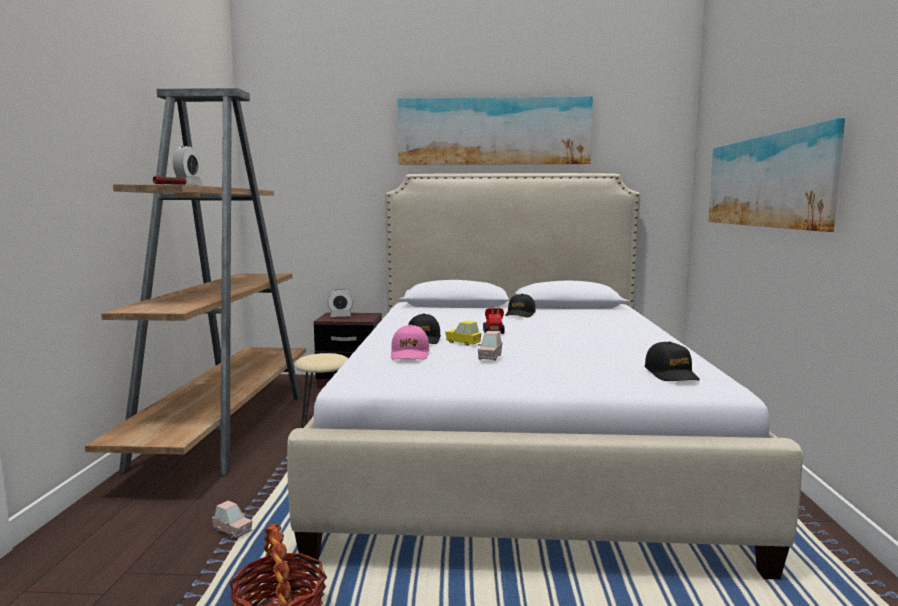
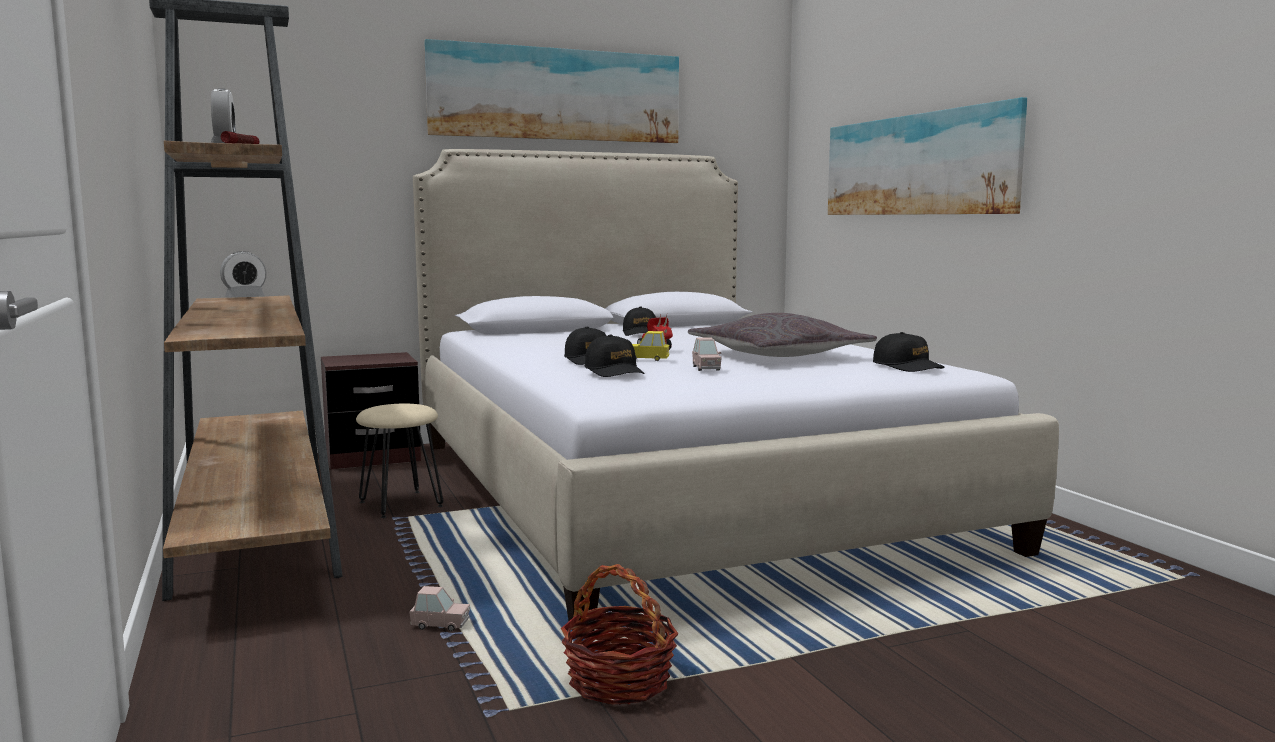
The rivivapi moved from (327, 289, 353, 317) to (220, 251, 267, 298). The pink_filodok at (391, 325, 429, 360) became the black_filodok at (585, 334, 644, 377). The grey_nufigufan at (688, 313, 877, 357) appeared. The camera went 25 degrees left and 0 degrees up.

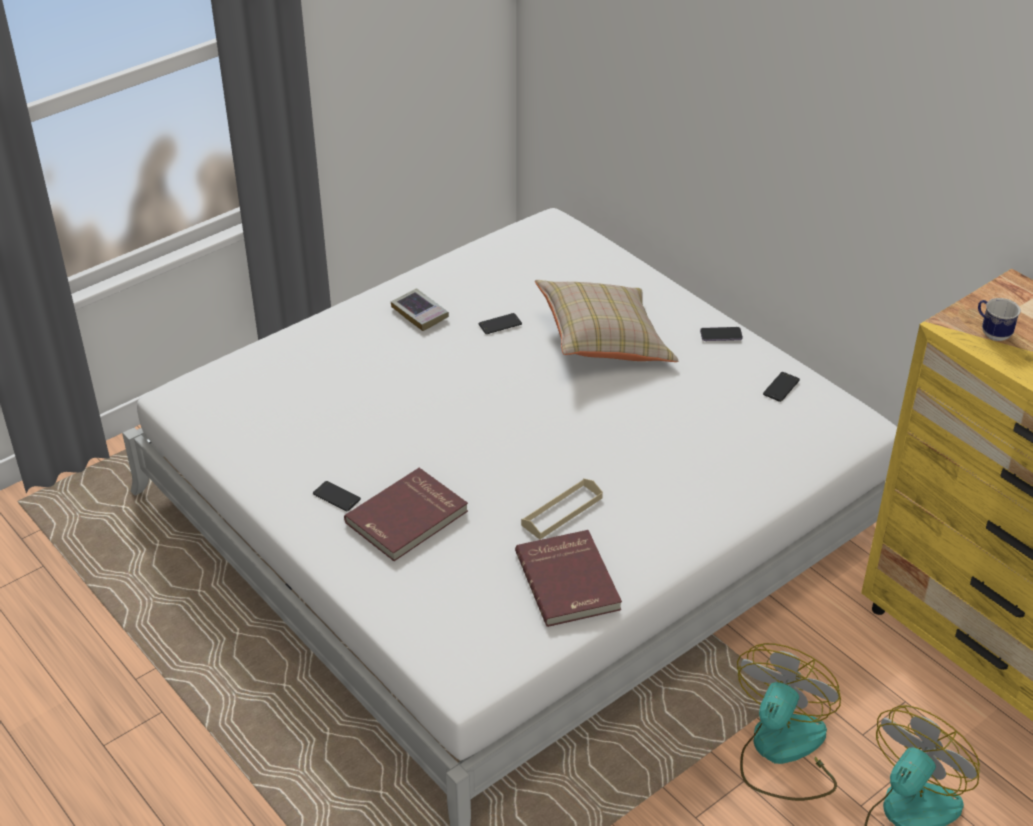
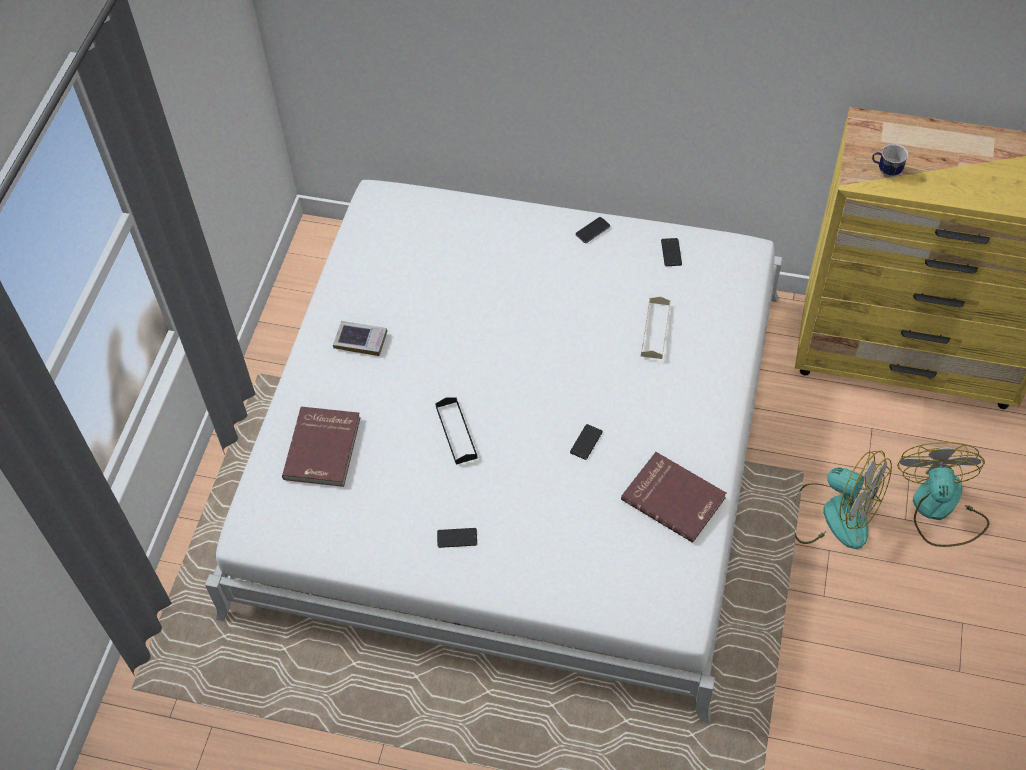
The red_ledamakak moved from (344, 468, 468, 561) to (282, 407, 360, 487). The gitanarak moved from (479, 313, 522, 334) to (570, 424, 603, 460). The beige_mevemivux moved from (521, 478, 603, 540) to (641, 296, 670, 359). The beige_nufigufan at (535, 280, 678, 362) disappeared. The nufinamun at (737, 643, 841, 801) turned 135 degrees clockwise. The black_mevemivux at (435, 397, 477, 464) appeared. The camera went 35 degrees left and 15 degrees up.

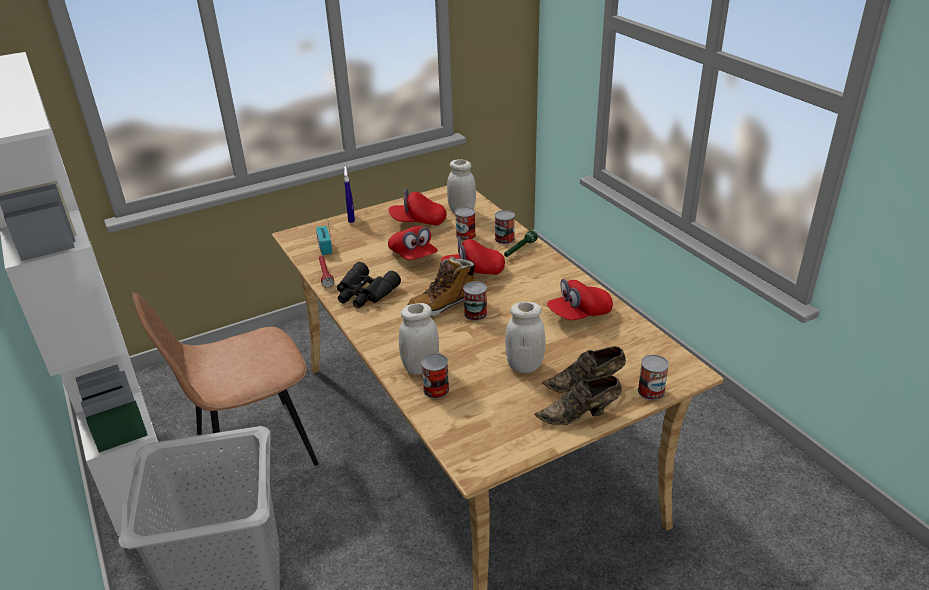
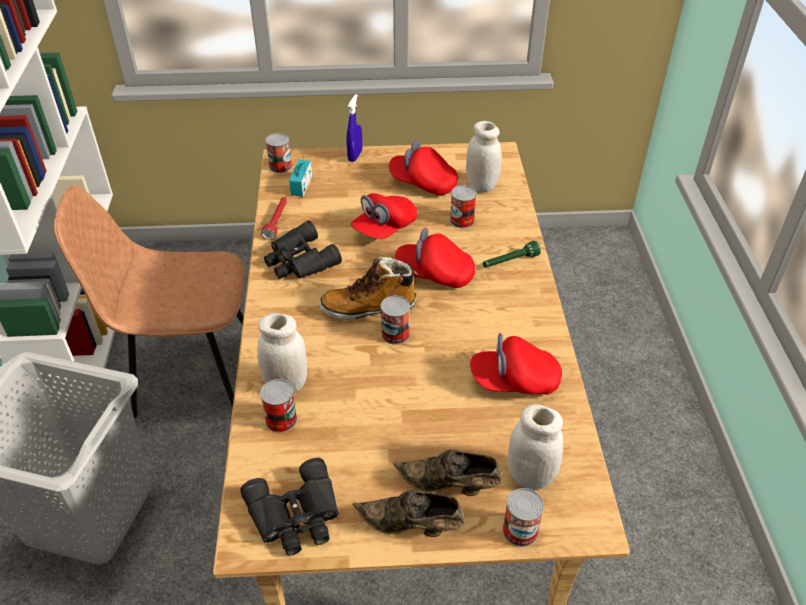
The red_filodok at (388, 226, 438, 260) turned 45 degrees clockwise. The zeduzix moved from (495, 210, 515, 244) to (266, 133, 292, 173). The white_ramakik moved from (505, 302, 545, 373) to (508, 404, 563, 490). The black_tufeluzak at (240, 458, 339, 556) appeared. The camera went 25 degrees right and 10 degrees up.

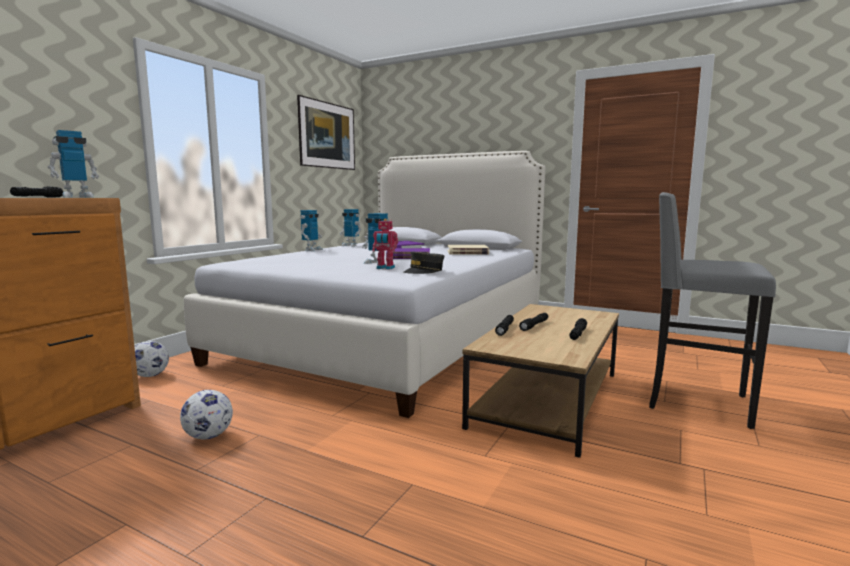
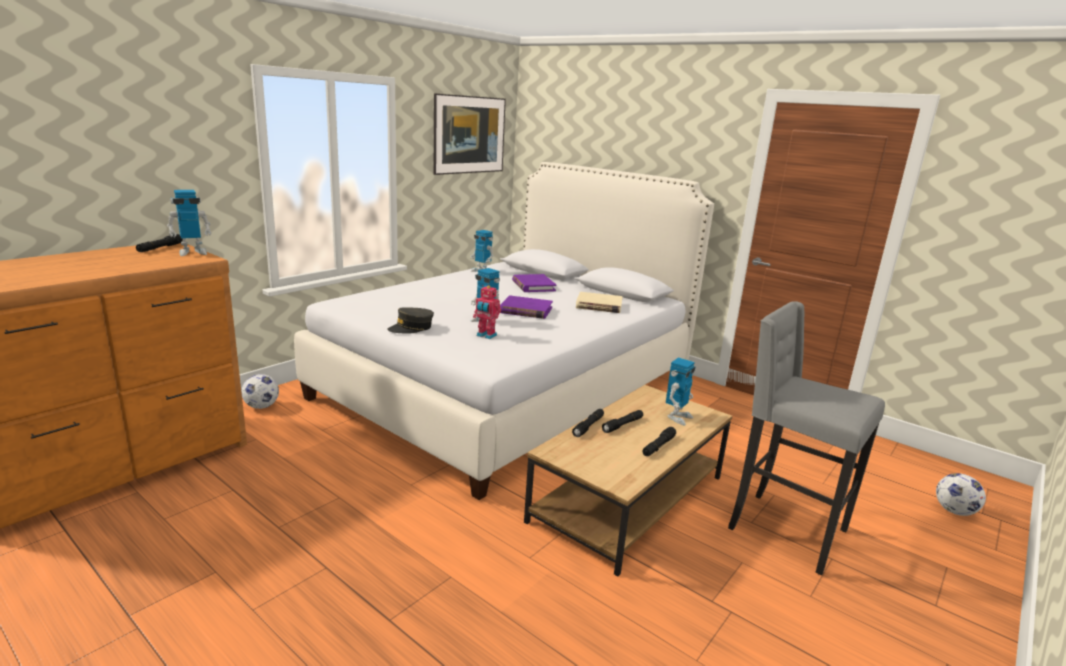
The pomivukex moved from (180, 390, 233, 440) to (936, 473, 986, 516). The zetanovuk moved from (300, 210, 323, 251) to (666, 358, 695, 426). The grey_filodok moved from (404, 252, 444, 274) to (387, 307, 434, 333). The camera went 10 degrees right and 10 degrees up.

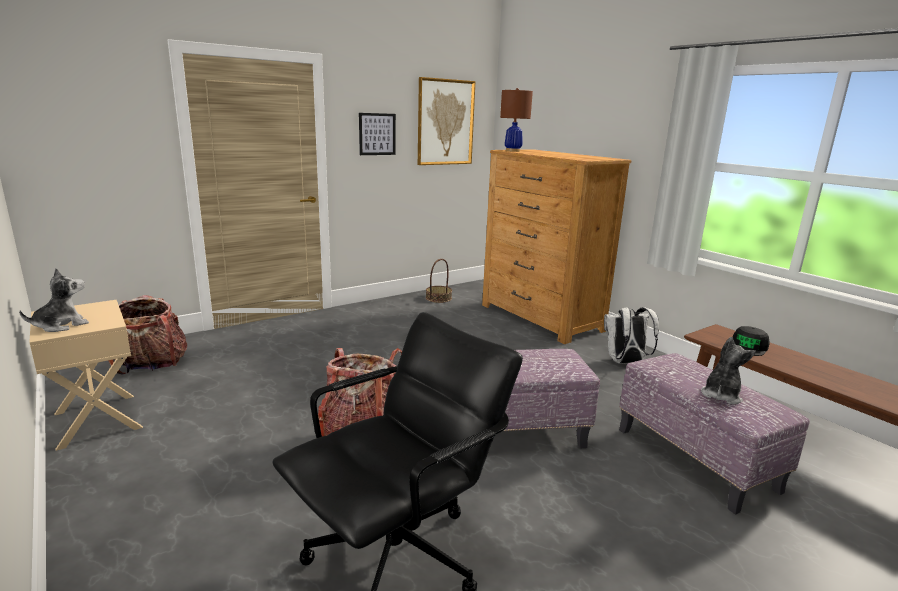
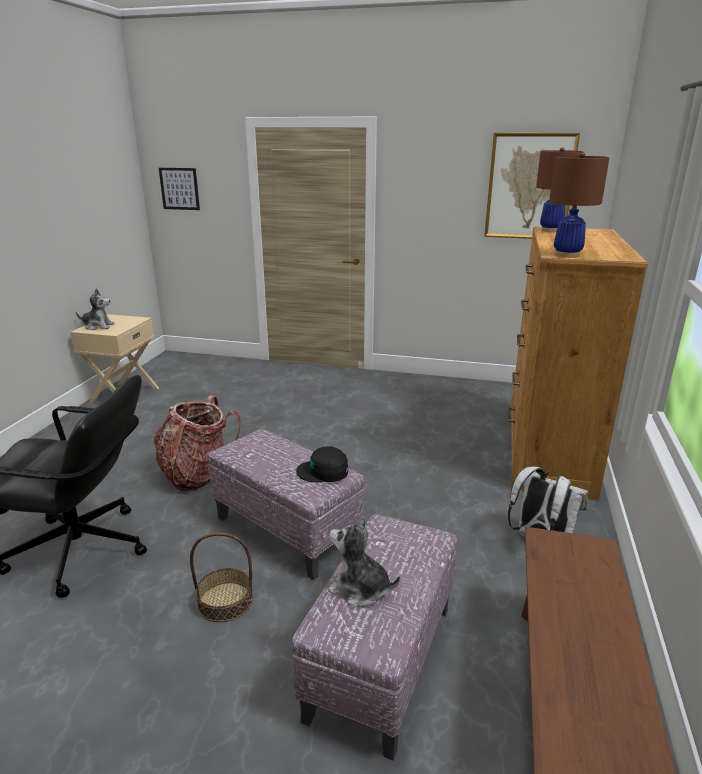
The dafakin at (108, 295, 187, 375) disappeared. The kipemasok moved from (359, 113, 396, 155) to (159, 168, 200, 210). The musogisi moved from (426, 259, 452, 303) to (190, 532, 253, 622). The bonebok at (701, 337, 756, 404) turned 150 degrees counterclockwise. The black_filodok moved from (733, 326, 770, 356) to (296, 446, 348, 482). The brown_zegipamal at (549, 152, 609, 258) appeared. The camera went 50 degrees right and 5 degrees up.

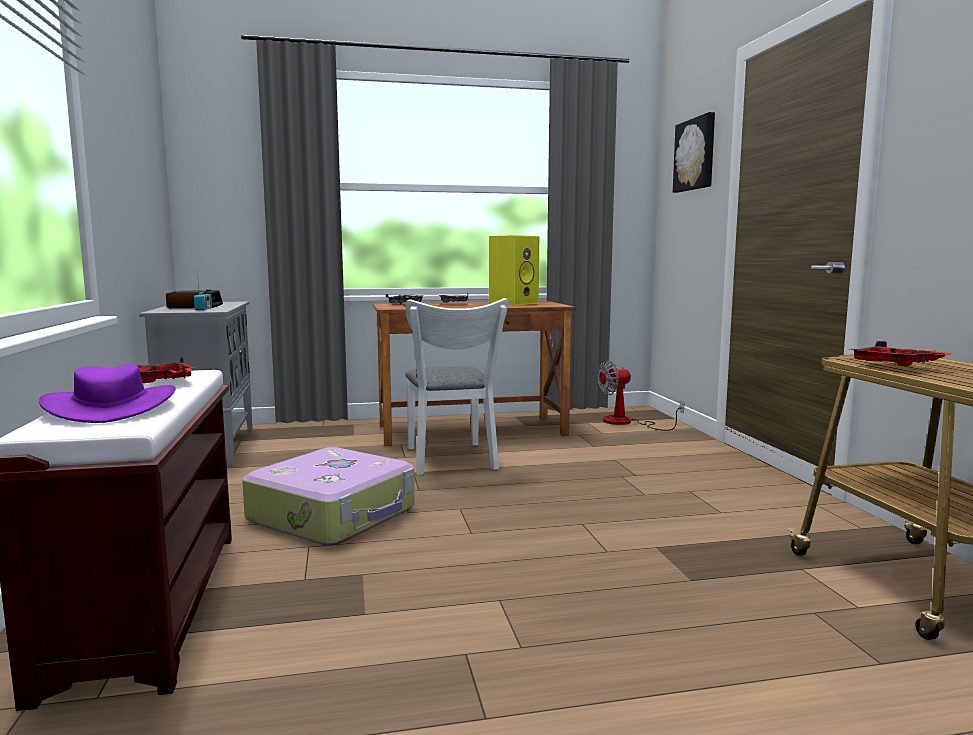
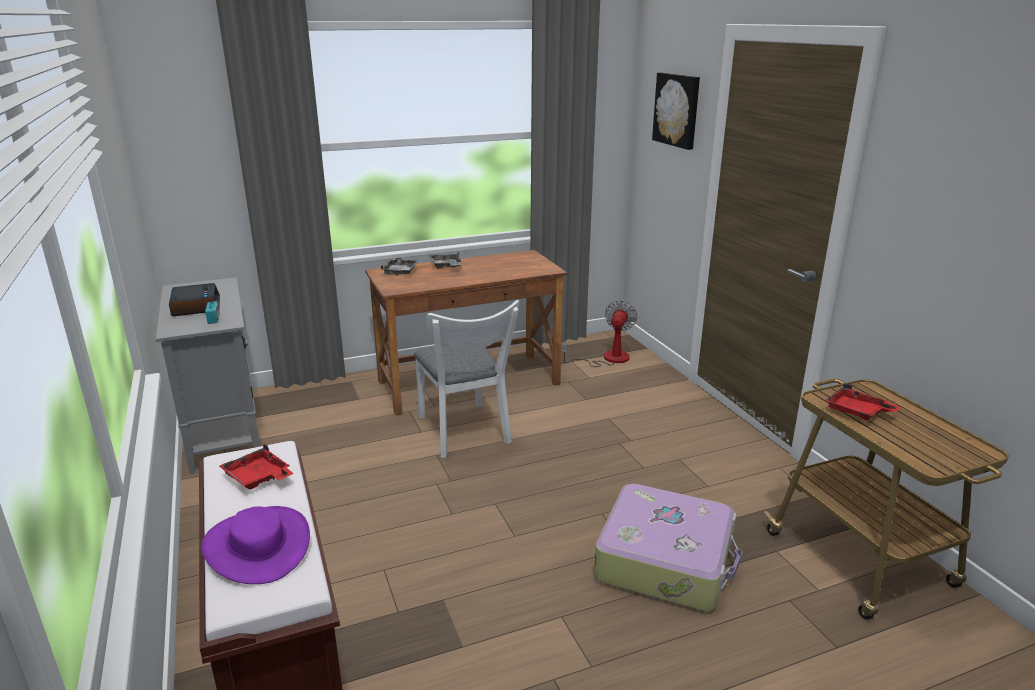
The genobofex moved from (242, 447, 415, 546) to (594, 484, 742, 611). The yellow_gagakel at (489, 235, 539, 305) disappeared. The nufinamun at (598, 360, 684, 431) turned 135 degrees clockwise. The camera went 10 degrees left and 15 degrees up.

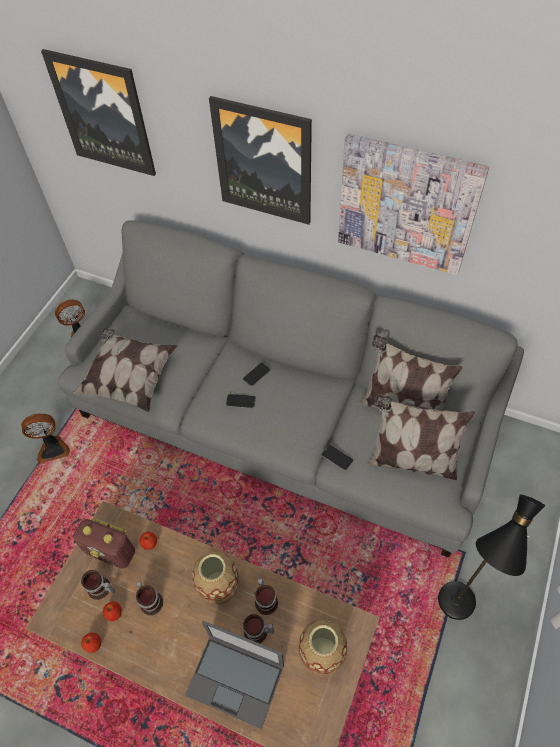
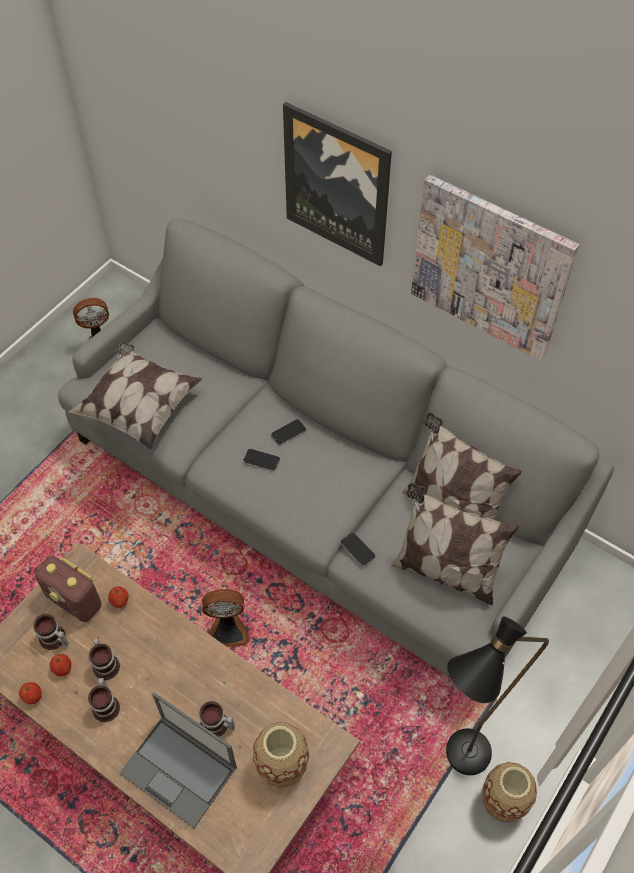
The nufinamun moved from (21, 414, 70, 463) to (202, 589, 249, 647). The kipemasok at (41, 49, 156, 176) disappeared. The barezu moved from (192, 551, 239, 605) to (482, 762, 537, 822). The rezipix moved from (255, 578, 278, 615) to (88, 678, 120, 722). The camera went 10 degrees right and 0 degrees up.

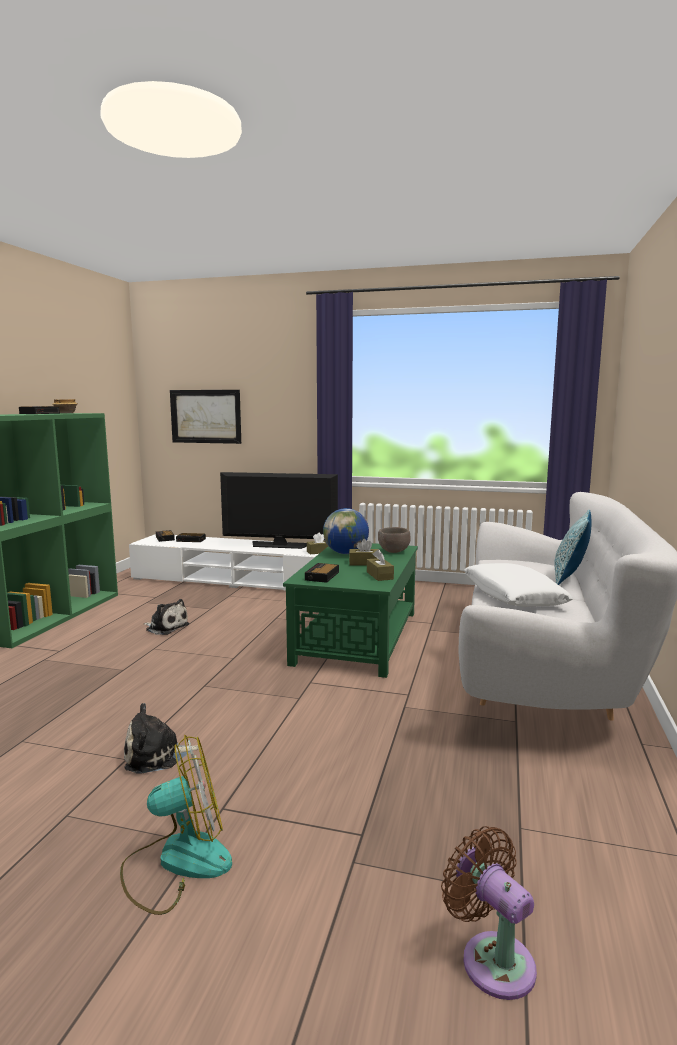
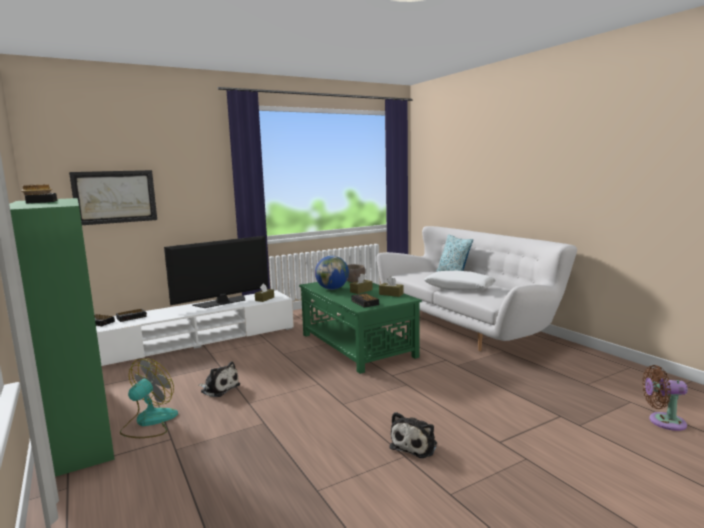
The nufinamun moved from (120, 735, 232, 915) to (120, 358, 178, 438). The bonebok at (144, 599, 189, 635) turned 45 degrees clockwise. The camera went 45 degrees left and 0 degrees up.

